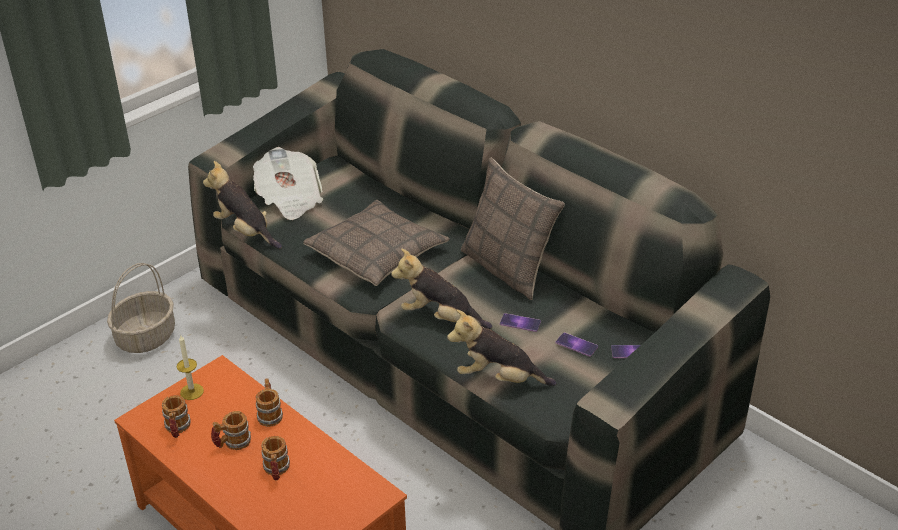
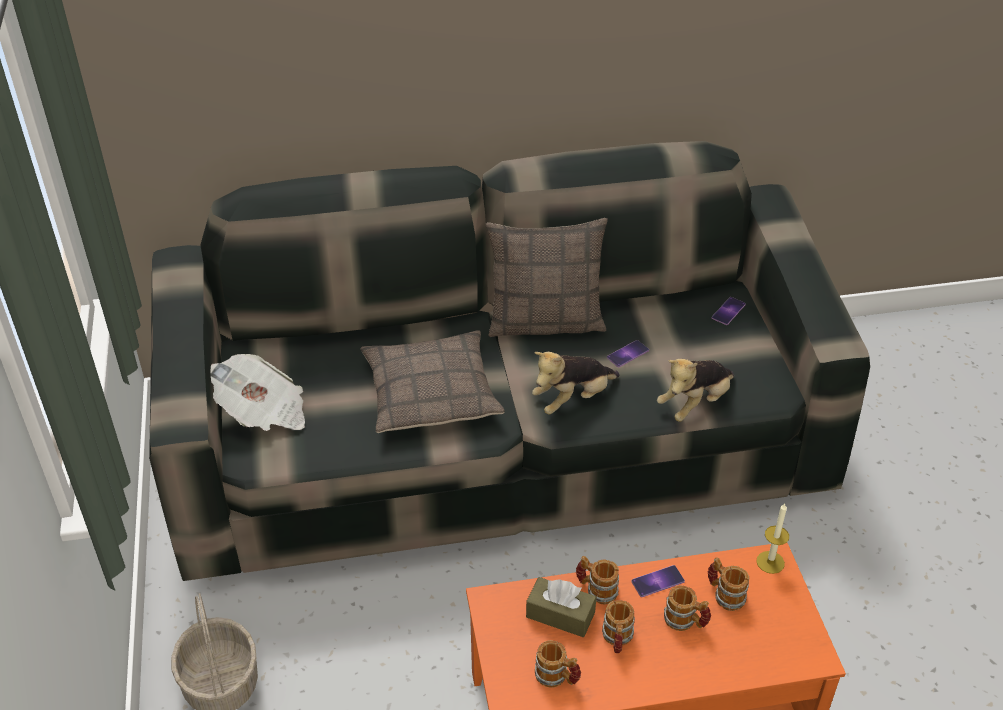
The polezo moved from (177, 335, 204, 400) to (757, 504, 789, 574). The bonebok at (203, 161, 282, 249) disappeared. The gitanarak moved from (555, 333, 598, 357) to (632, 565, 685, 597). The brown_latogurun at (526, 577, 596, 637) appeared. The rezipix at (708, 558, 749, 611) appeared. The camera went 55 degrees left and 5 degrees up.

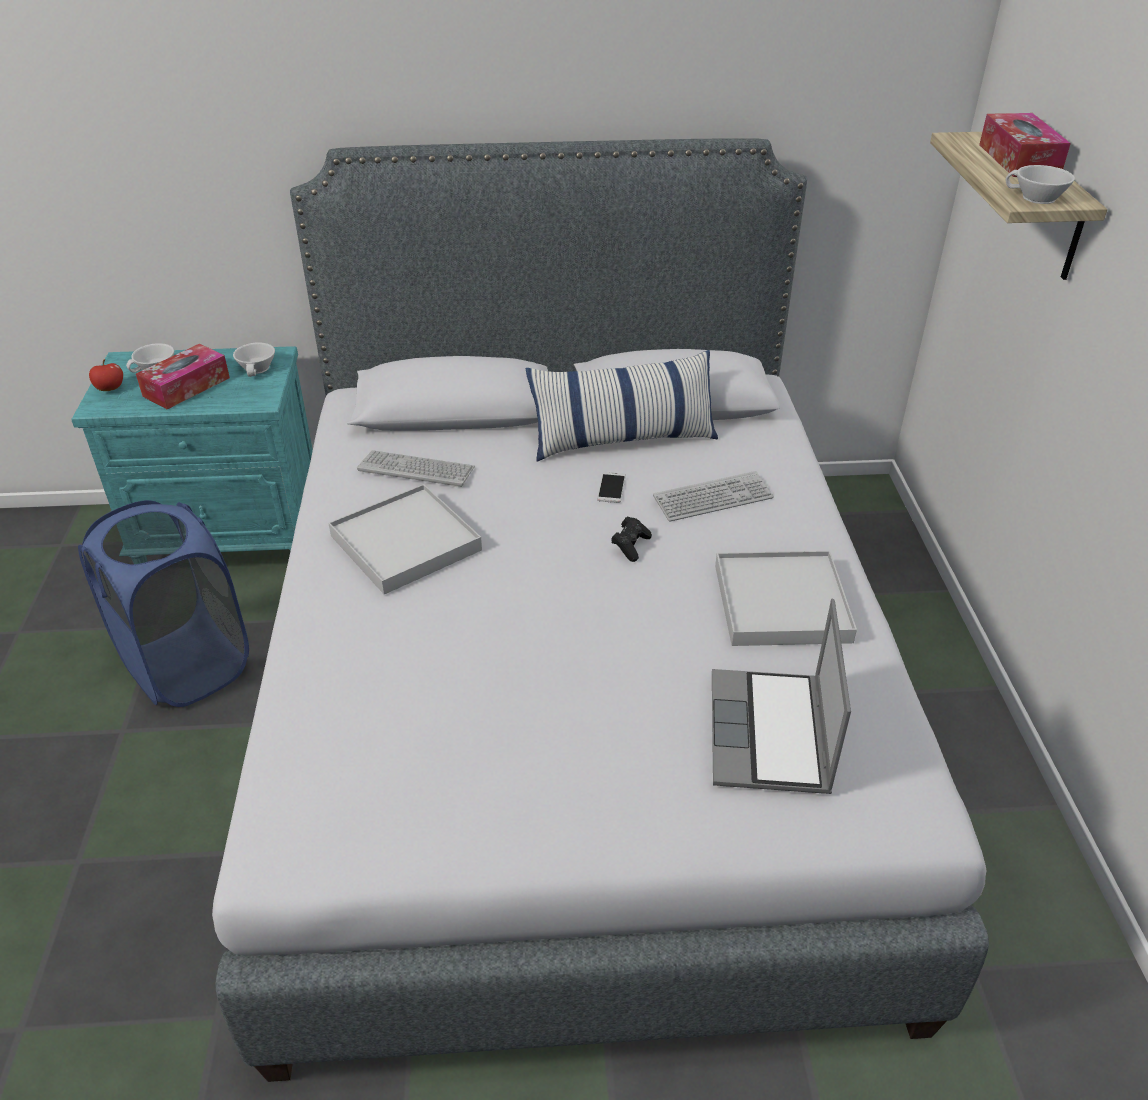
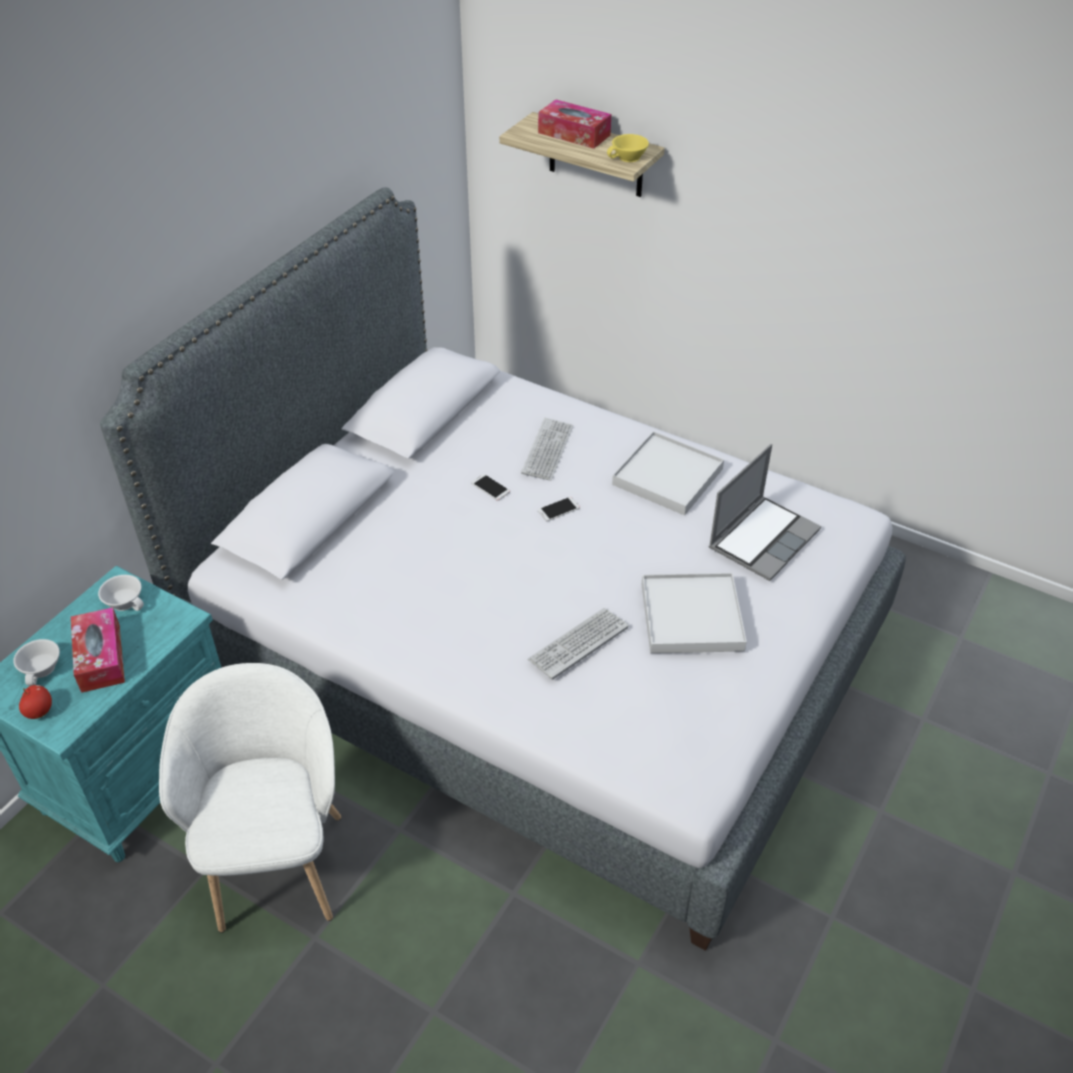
The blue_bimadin at (78, 500, 249, 707) was replaced by the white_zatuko at (159, 663, 342, 933). The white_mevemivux moved from (329, 484, 482, 595) to (642, 573, 747, 654). The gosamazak moved from (357, 450, 475, 487) to (528, 608, 629, 680). The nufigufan at (526, 350, 718, 461) disappeared. The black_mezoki at (611, 517, 652, 562) was replaced by the gitanarak at (538, 497, 580, 521). The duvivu at (712, 598, 851, 794) turned 90 degrees counterclockwise. The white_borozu at (1006, 165, 1075, 204) became the yellow_borozu at (607, 134, 649, 162). The camera went 55 degrees left and 5 degrees up.

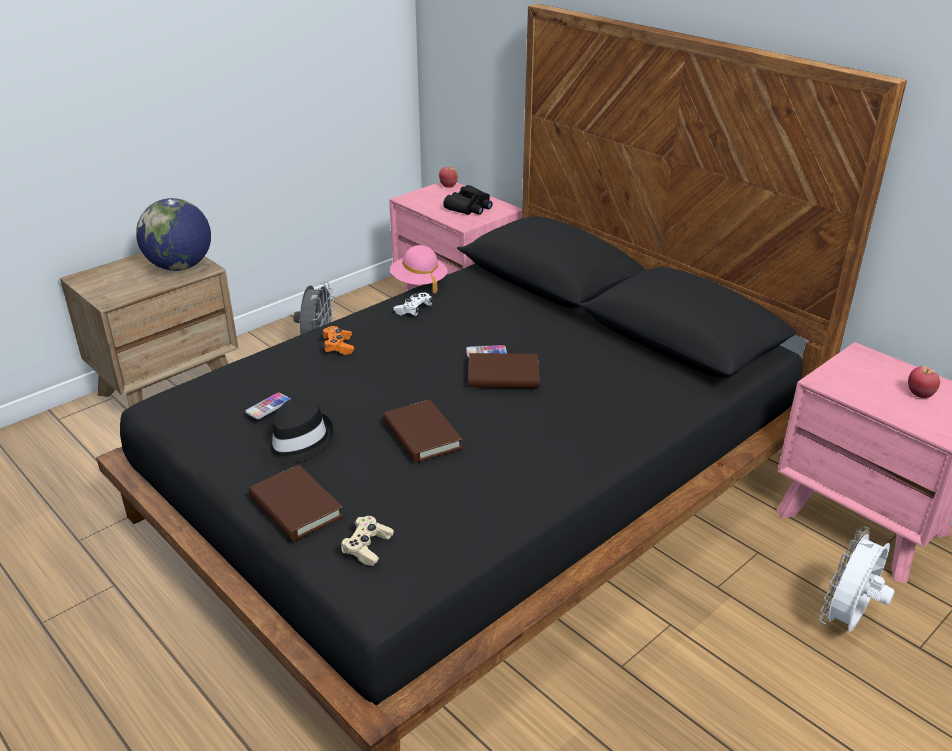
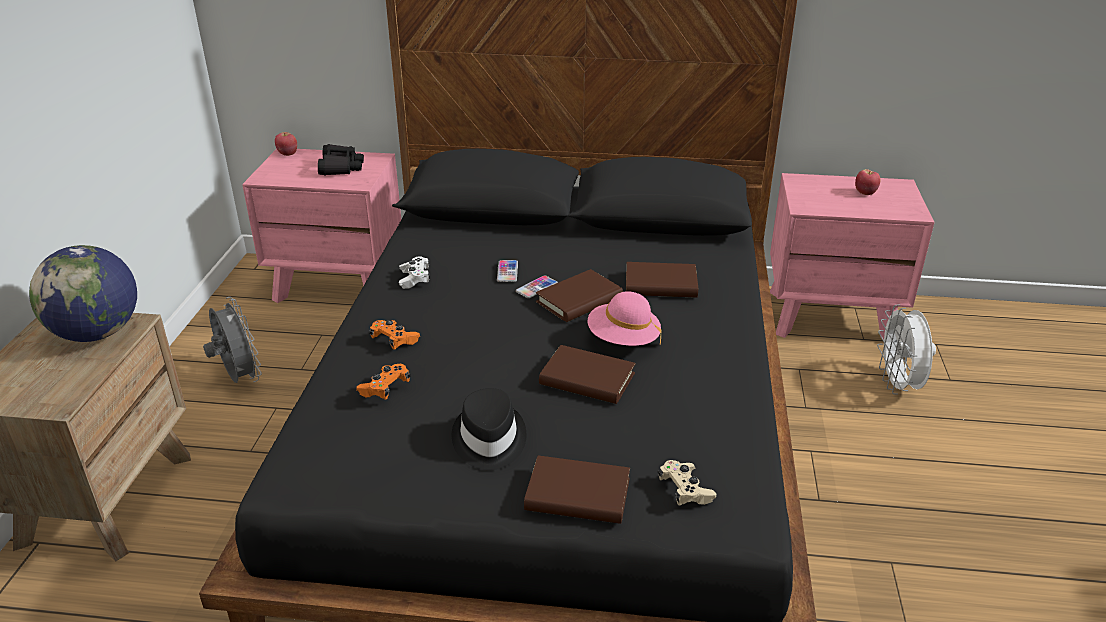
The gitanarak moved from (245, 393, 291, 419) to (497, 260, 518, 282). The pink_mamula moved from (390, 245, 448, 293) to (588, 291, 662, 346). The orange_mezoki at (356, 364, 410, 400) appeared. The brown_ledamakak at (626, 262, 698, 298) appeared. The camera went 40 degrees left and 0 degrees up.

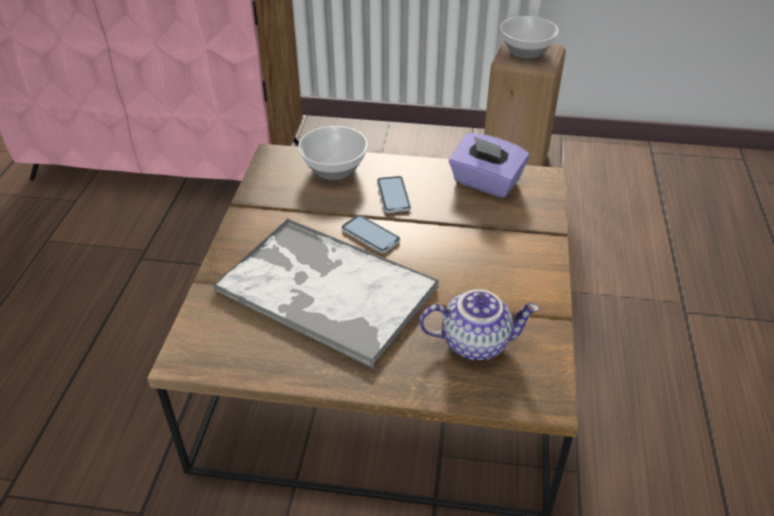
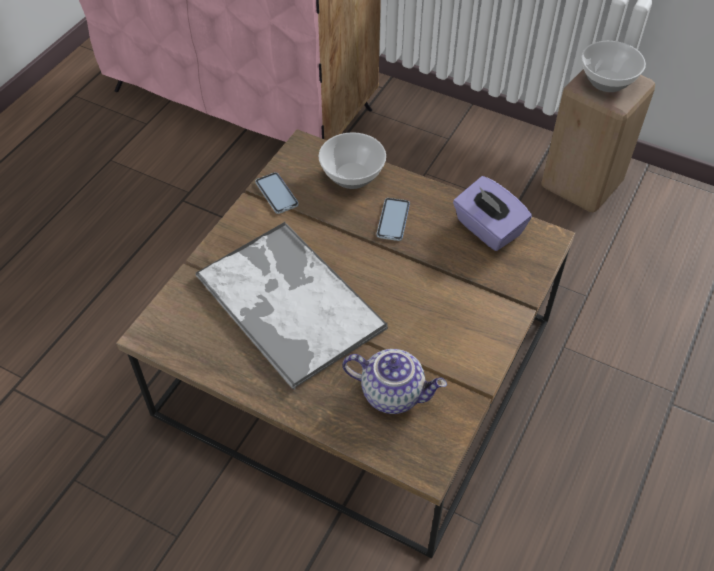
The gitanarak moved from (341, 215, 400, 253) to (255, 172, 298, 214). The camera went 20 degrees right and 10 degrees up.

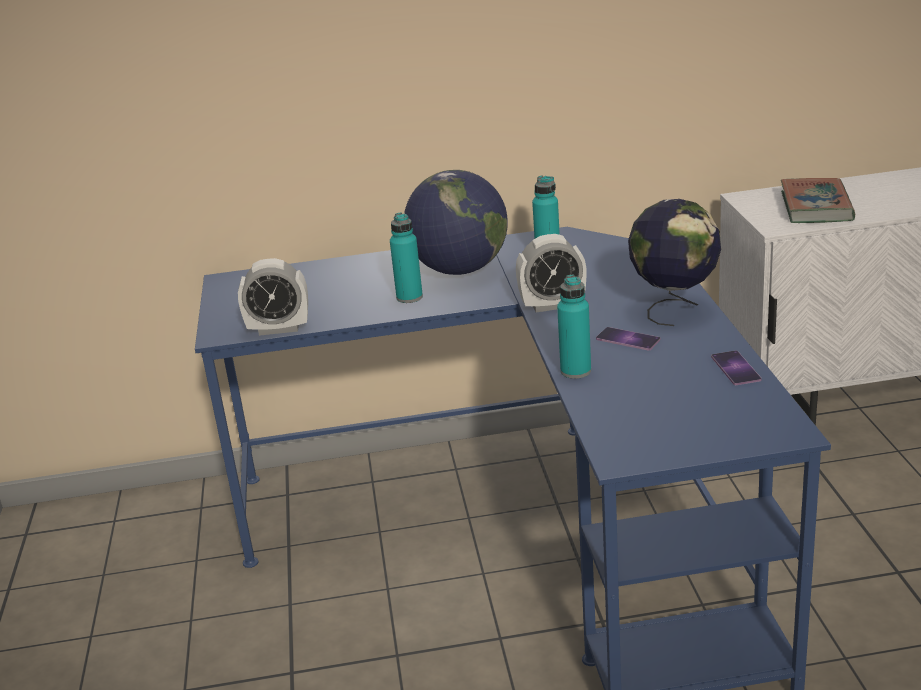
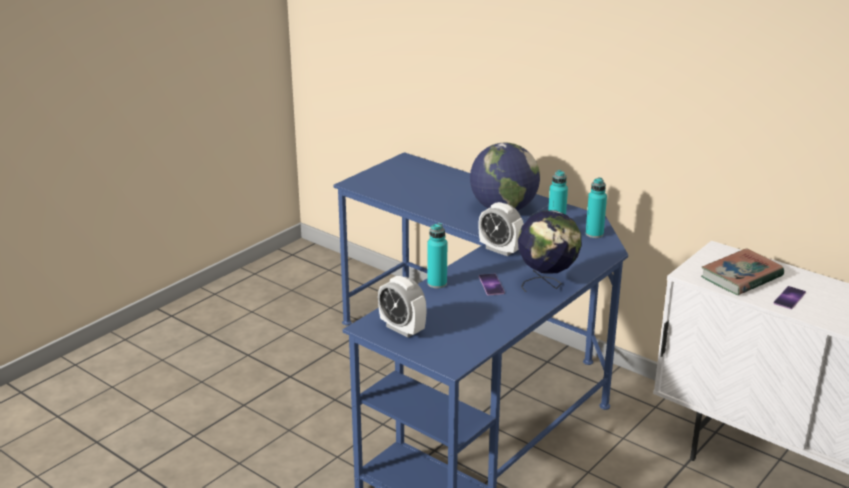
The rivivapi moved from (238, 258, 308, 336) to (378, 276, 427, 338). The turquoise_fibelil moved from (390, 213, 423, 303) to (586, 177, 607, 238). The gitanarak moved from (711, 351, 762, 385) to (773, 286, 806, 309). The camera went 45 degrees right and 0 degrees up.

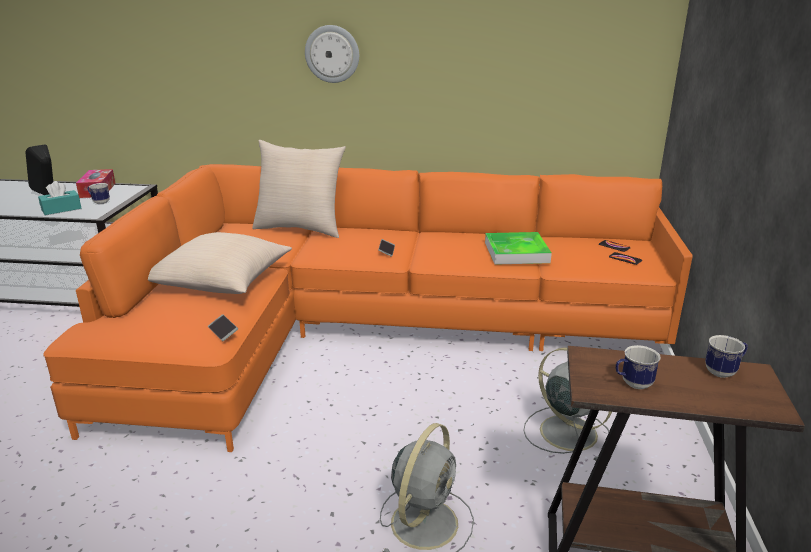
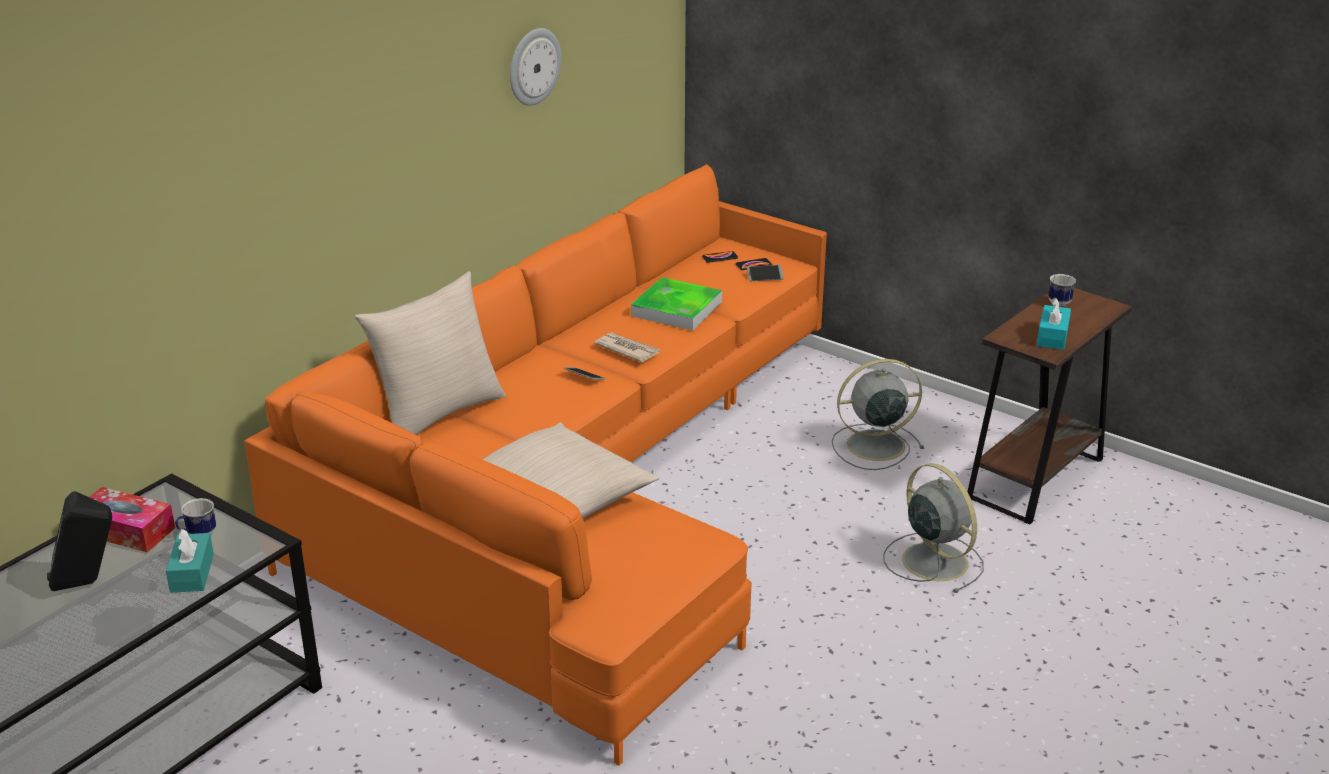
The gitanarak moved from (208, 314, 238, 341) to (747, 265, 784, 281). The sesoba moved from (305, 25, 359, 83) to (510, 28, 561, 106). The rezipix at (616, 345, 661, 389) was replaced by the turquoise_latogurun at (1037, 298, 1071, 350). The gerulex at (594, 332, 661, 362) appeared. The camera went 60 degrees left and 5 degrees up.

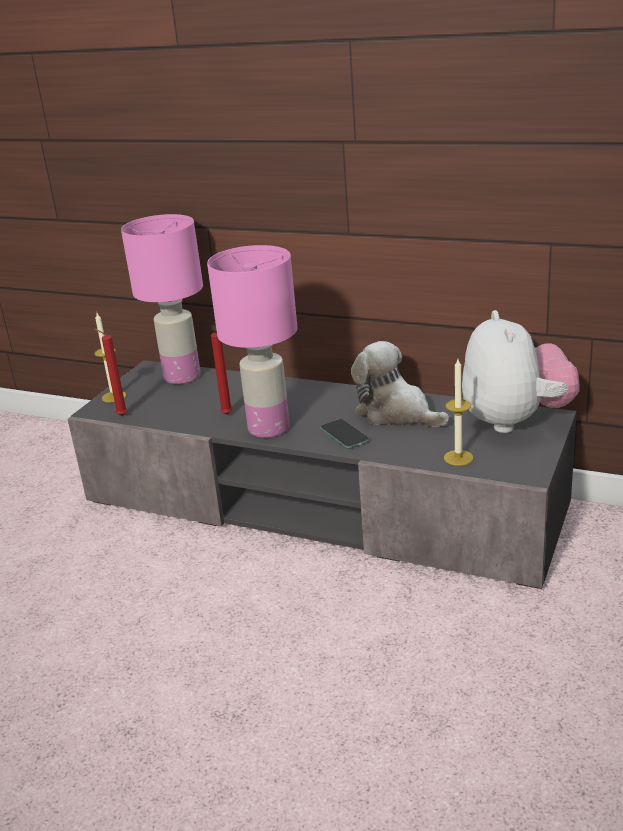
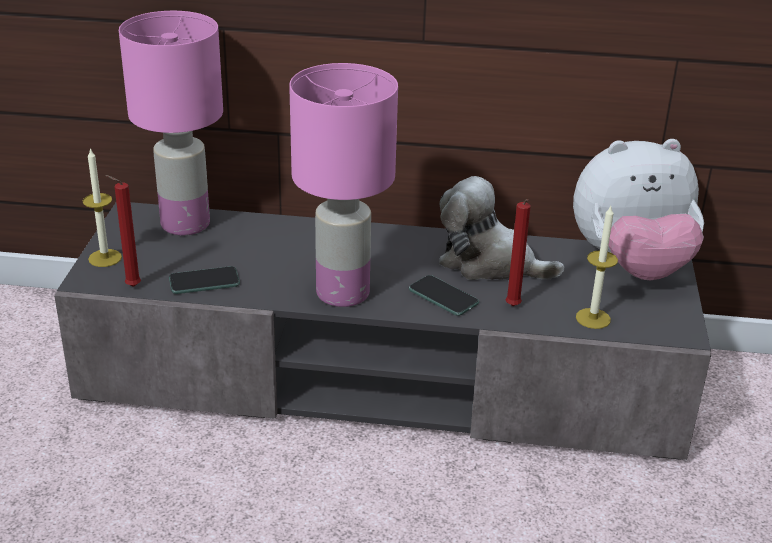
The red_polezo moved from (211, 329, 232, 415) to (506, 199, 531, 306). The bonebok at (462, 310, 580, 433) turned 105 degrees clockwise. The gitanarak at (169, 266, 240, 294) appeared. The camera went 20 degrees left and 5 degrees up.

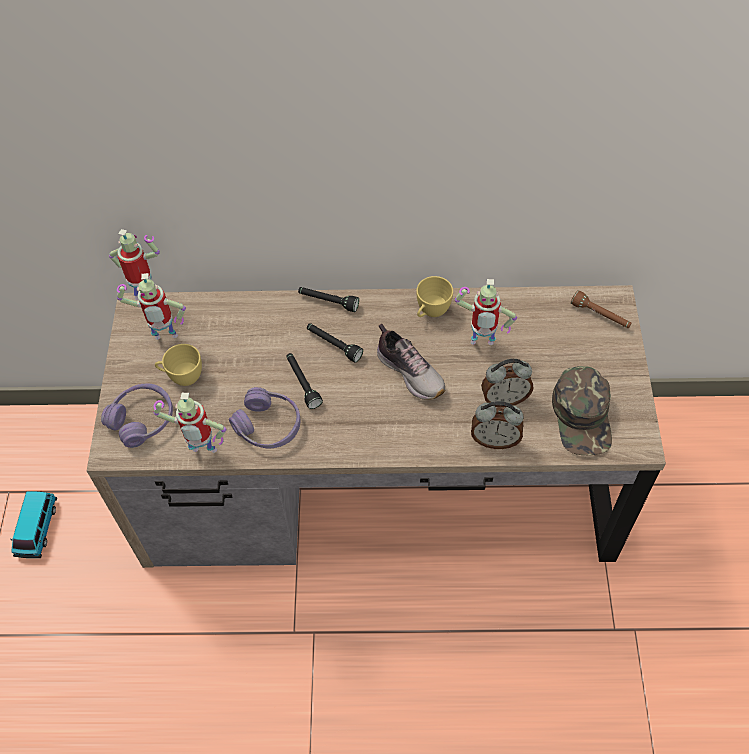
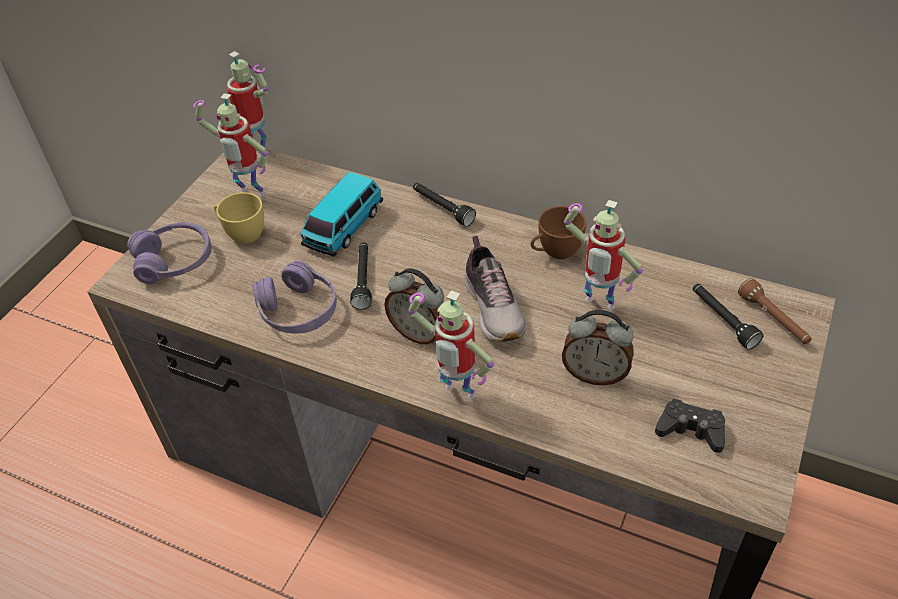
The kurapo moved from (10, 491, 57, 558) to (301, 172, 383, 257). The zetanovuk moved from (153, 393, 226, 453) to (408, 290, 494, 399). The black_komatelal moved from (307, 323, 363, 362) to (693, 284, 764, 350). The yellow_borozu at (416, 276, 453, 317) became the brown_borozu at (531, 206, 586, 259). The rivivapi moved from (471, 401, 524, 449) to (384, 268, 444, 345). The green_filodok at (552, 366, 612, 455) was replaced by the black_mezoki at (655, 399, 725, 453). The camera went 25 degrees right and 10 degrees down.

